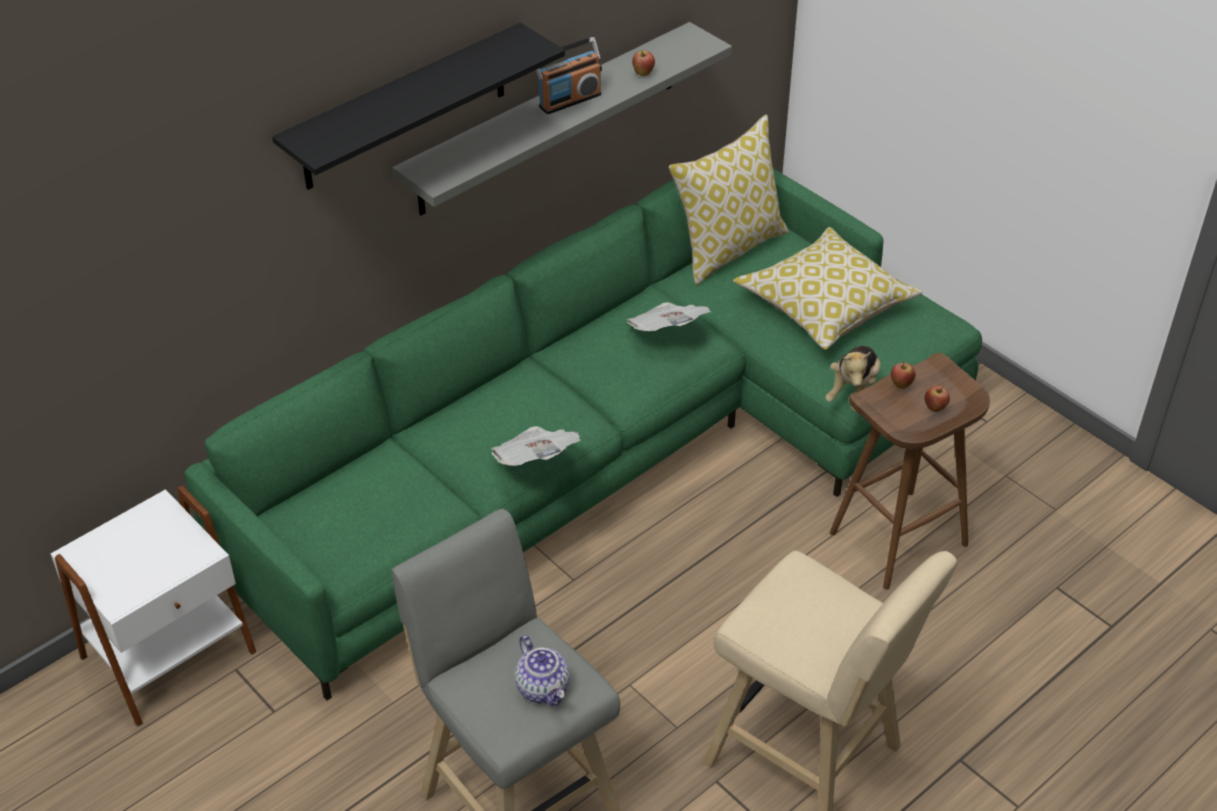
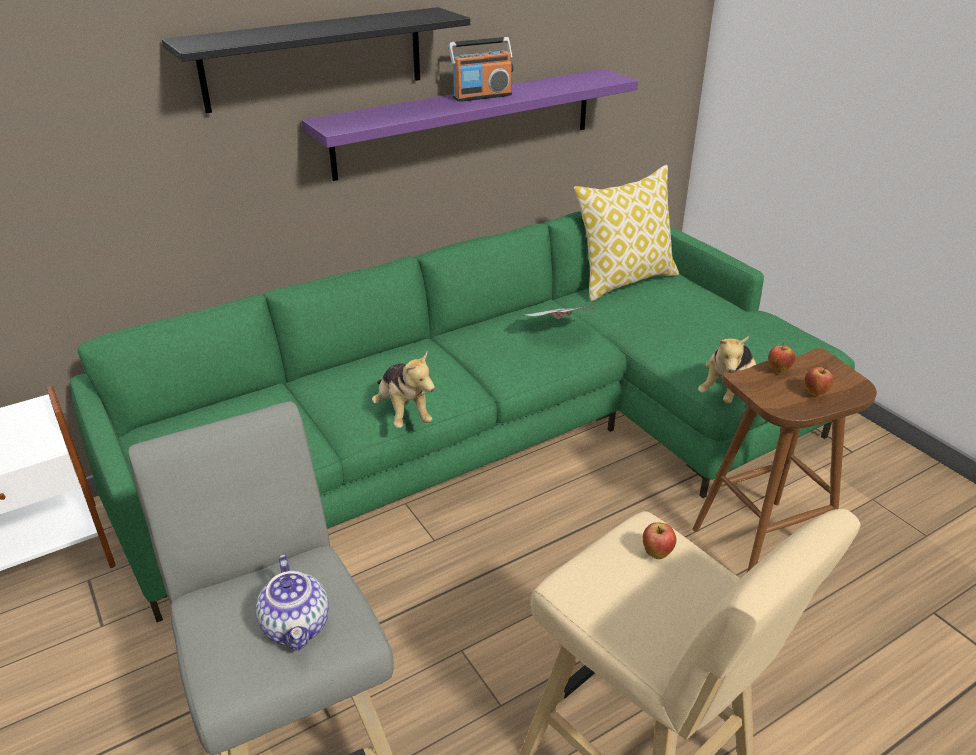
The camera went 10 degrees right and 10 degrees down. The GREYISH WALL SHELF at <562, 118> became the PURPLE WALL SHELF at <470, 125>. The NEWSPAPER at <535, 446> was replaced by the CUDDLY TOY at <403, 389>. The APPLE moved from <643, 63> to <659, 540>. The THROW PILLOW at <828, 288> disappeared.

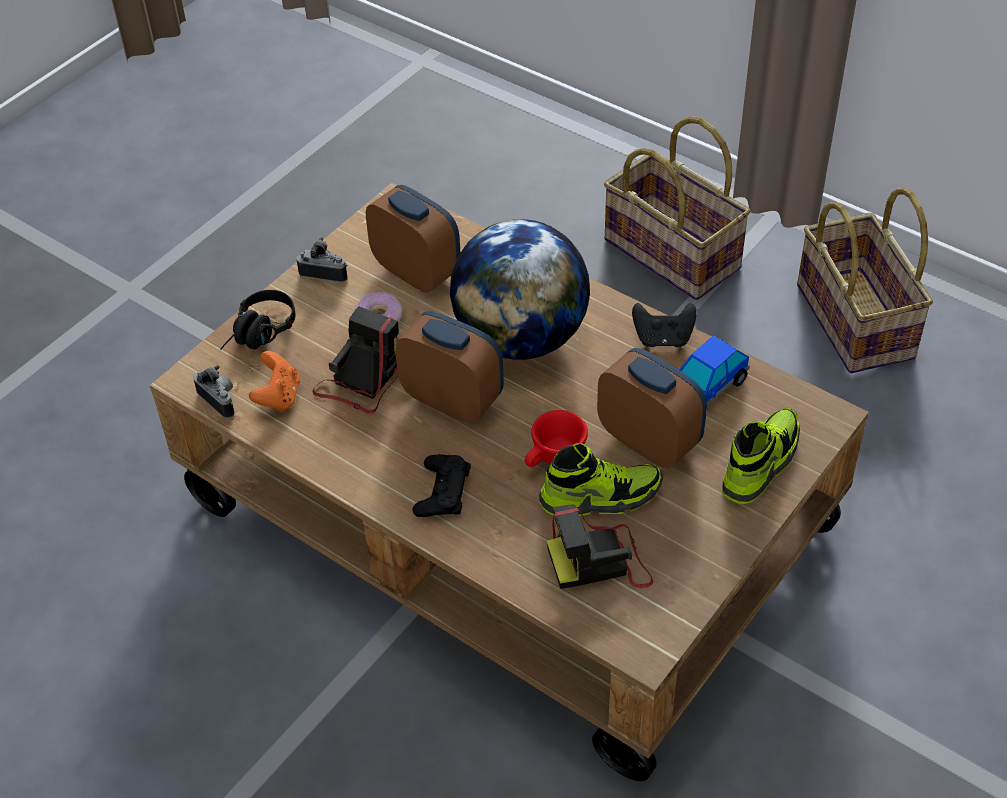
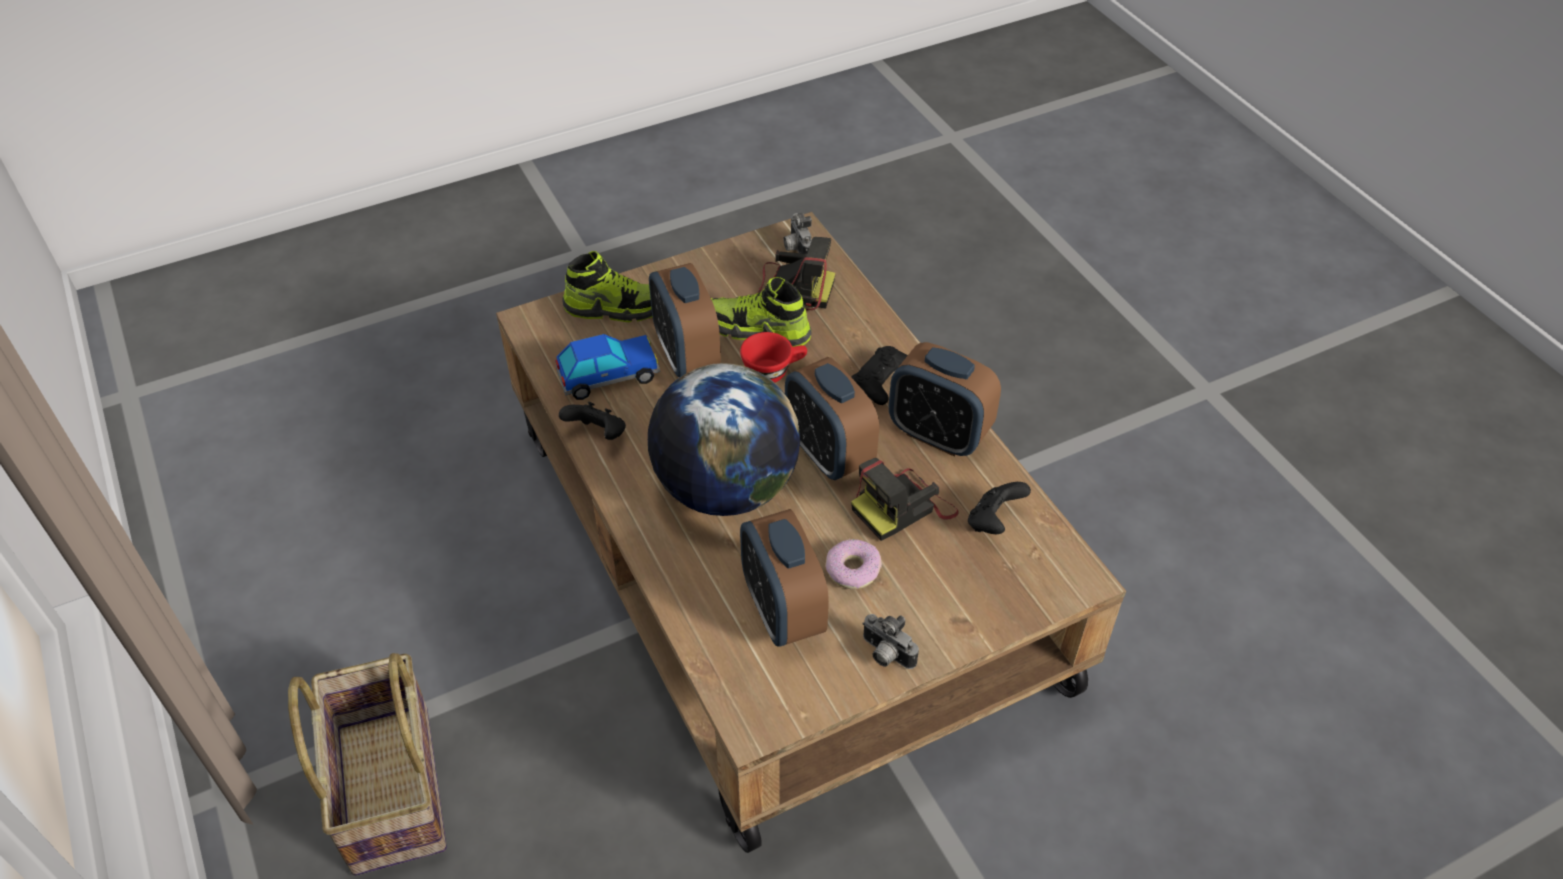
The camera went 155 degrees left and 0 degrees up. The LOW SHOE at <761, 455> turned 150 degrees counterclockwise. The STILL CAMERA moved from <214, 392> to <797, 233>. The ALARM CLOCK at <945, 399> appeared. The ORANGEY GAMEPAD at <274, 381> became the BLACK GAMEPAD at <999, 508>. The BLACK HEADSET at <258, 320> disappeared. The STORAGE BASKET at <865, 280> disappeared.

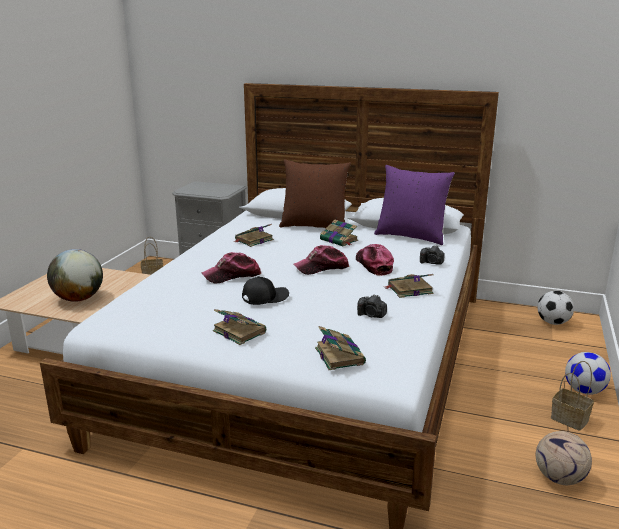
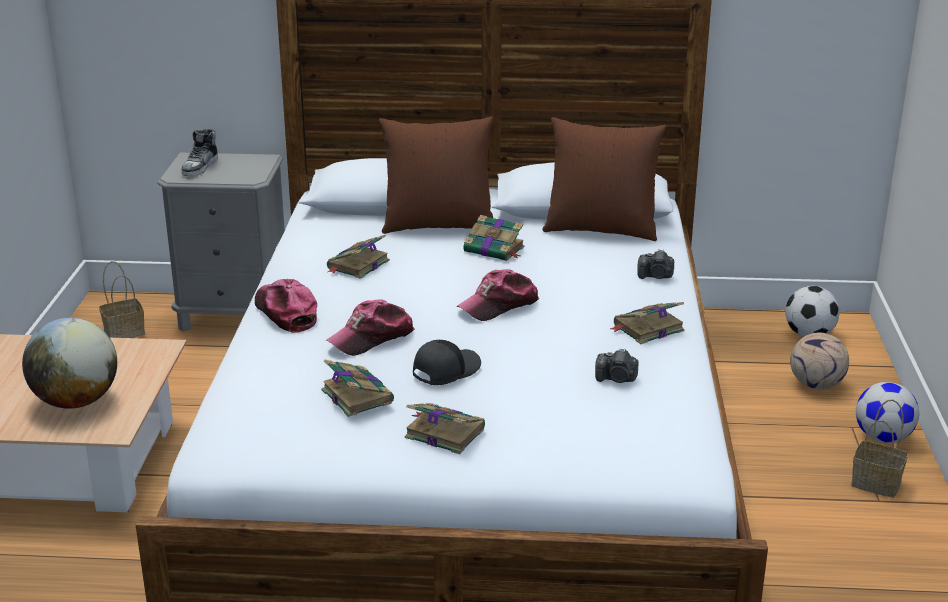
The camera went 15 degrees left and 5 degrees up. The LOW SHOE at <199, 152> appeared. The PEAKED CAP moved from <375, 260> to <286, 306>. The VOLUME moved from <340, 348> to <357, 388>. The PURPLE THROW PILLOW at <414, 205> became the BROWN-COLOURED THROW PILLOW at <604, 179>. The FOOTBALL moved from <564, 458> to <819, 360>.

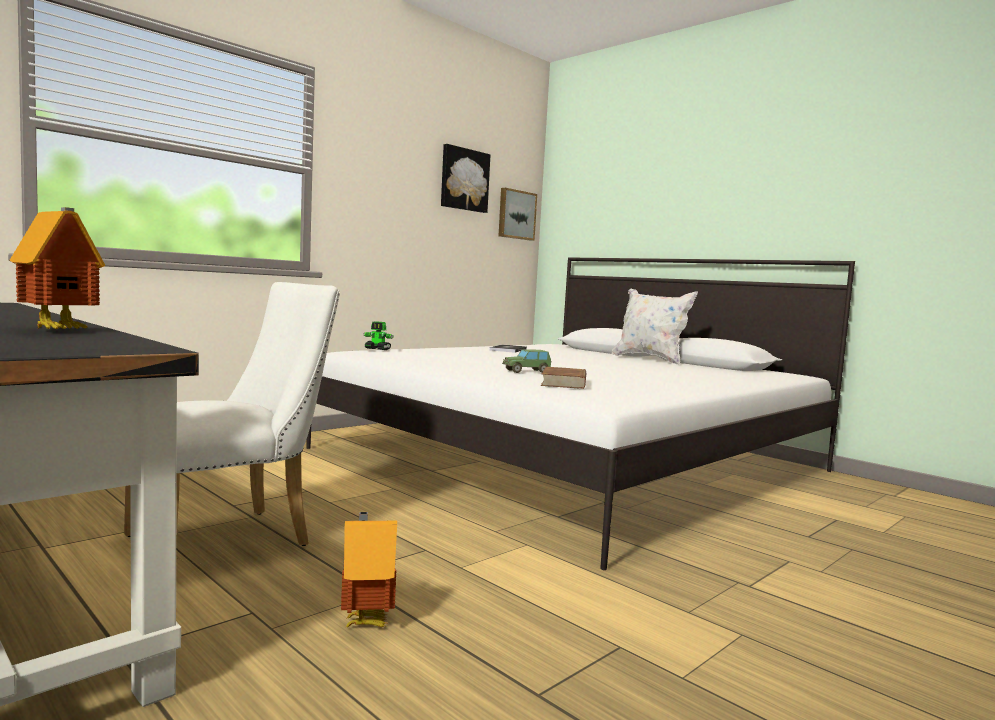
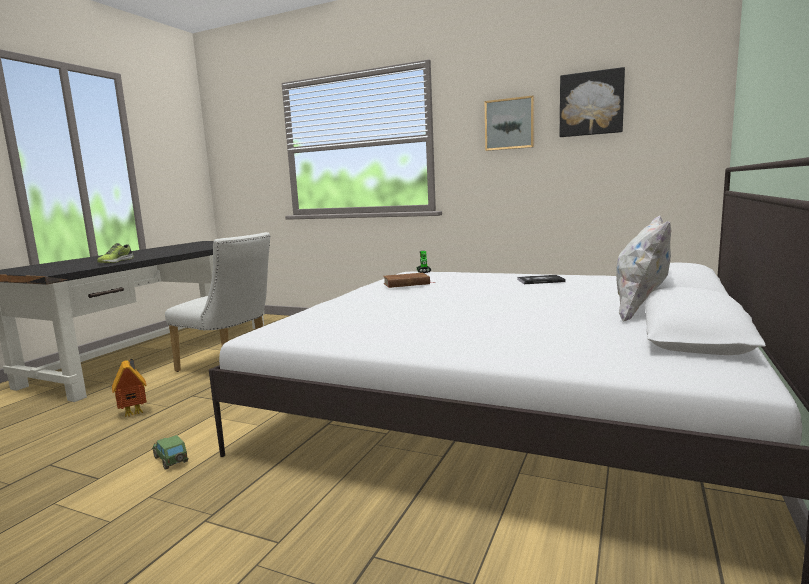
The camera went 70 degrees right and 5 degrees up. The MODEL HOUSE at <58, 268> was replaced by the LOW SHOE at <115, 253>. The MINIATURE CAR moved from <526, 361> to <170, 452>. The BROWN-COLOURED VOLUME moved from <563, 378> to <409, 280>. The WALL PICTURE moved from <517, 214> to <509, 123>.

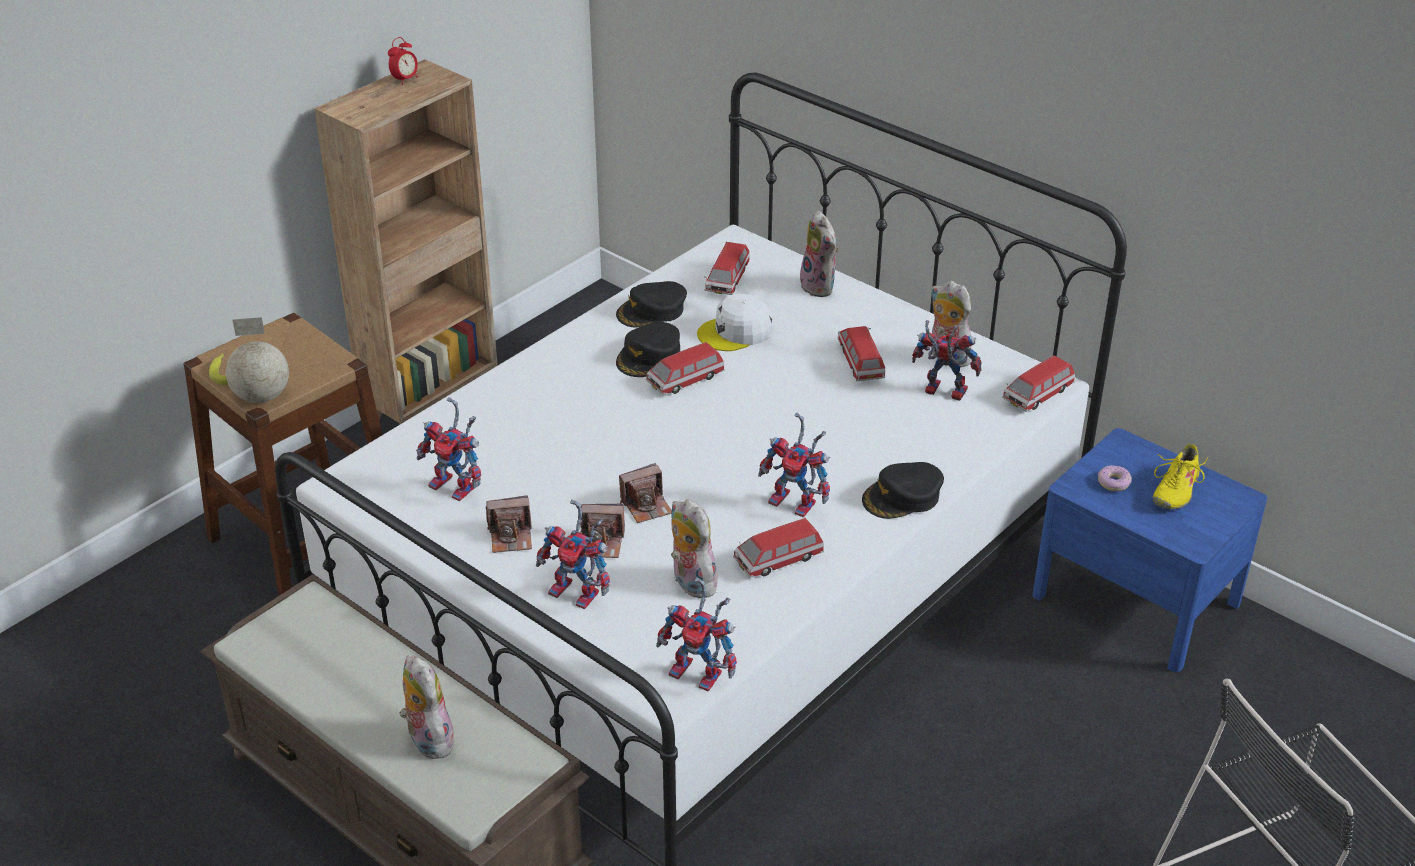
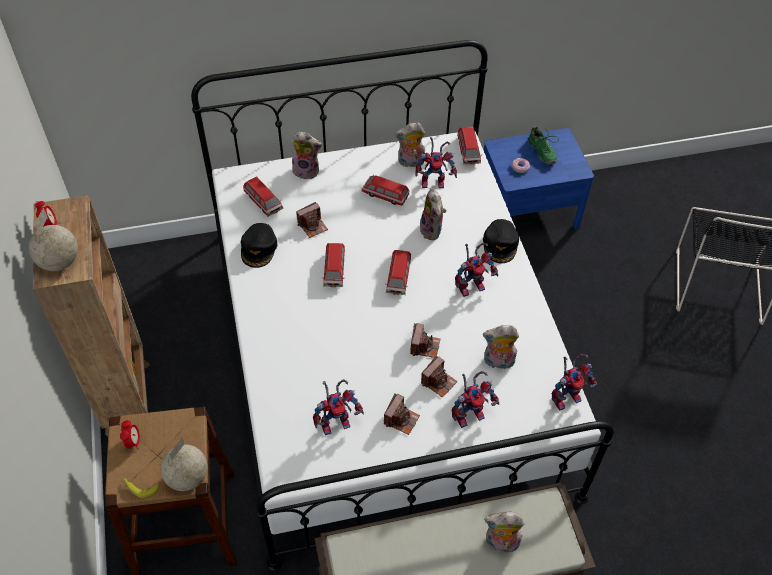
The camera went 55 degrees left and 15 degrees up. The DESK GLOBE at <53, 239> appeared. The ALARM CLOCK at <130, 434> appeared. The WHITE-COLOURED PEAKED CAP at <735, 322> was replaced by the STILL CAMERA at <312, 220>. The MINIATURE CAR moved from <778, 548> to <398, 272>. The TOY ROBOT at <947, 360> turned 150 degrees counterclockwise. The CUDDLY TOY at <433, 214> appeared. The YELLOW-COLOURED LOW SHOE at <1180, 476> became the GREEN-COLOURED LOW SHOE at <542, 145>. The BLACK PEAKED CAP at <648, 349> disappeared.

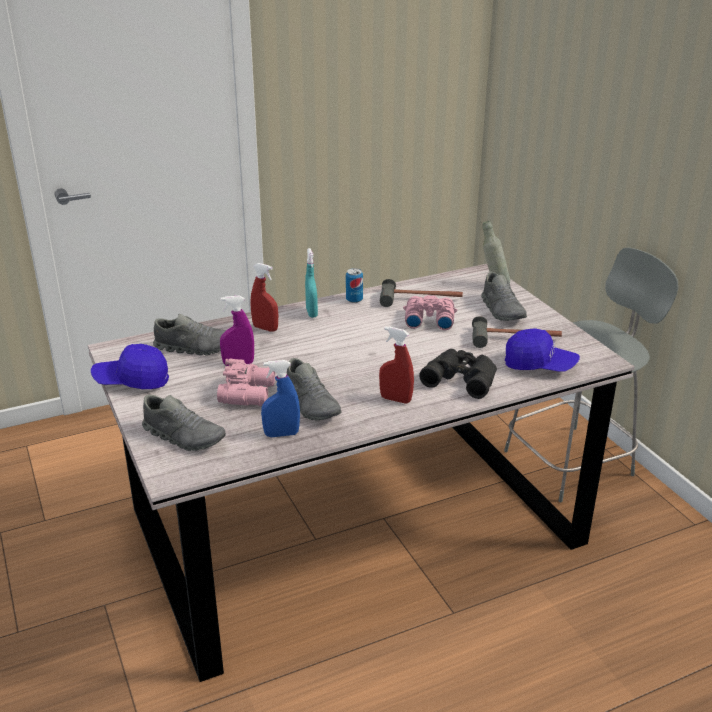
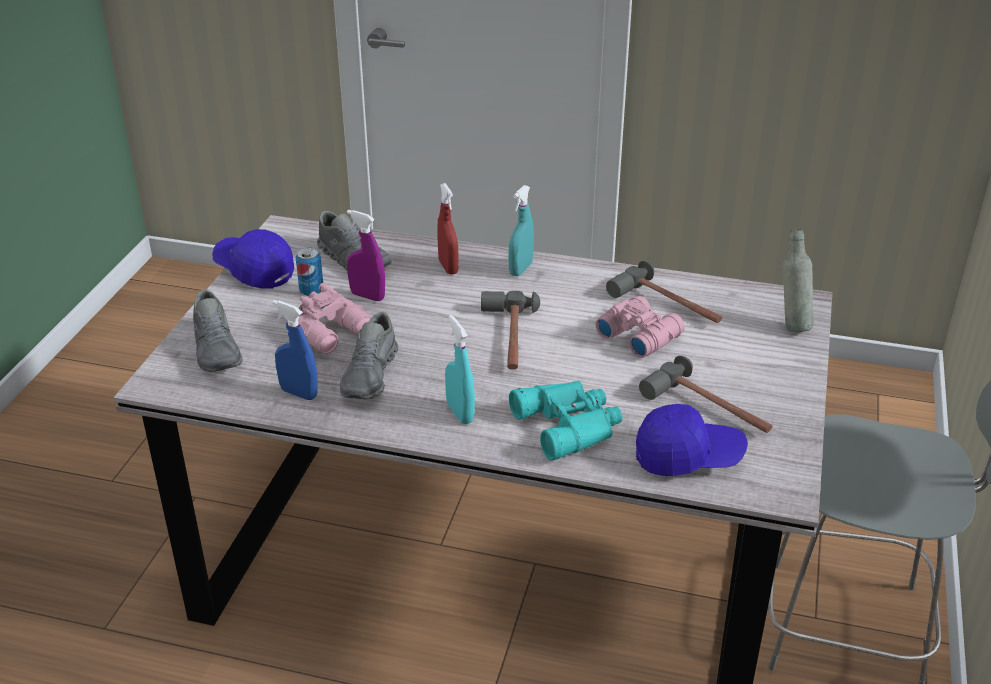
The camera went 40 degrees right and 5 degrees up. The CAN moved from <354, 285> to <309, 271>. The RED-COLOURED SPRAY BOTTLE at <396, 365> became the TURQUOISE SPRAY BOTTLE at <460, 369>. The HAND HAMMER at <510, 330> appeared. The BLACK FIELD GLASSES at <458, 374> became the TURQUOISE FIELD GLASSES at <565, 421>. The BLUE PEAKED CAP at <542, 350> turned 60 degrees counterclockwise. The GREYISH LOW SHOE at <504, 296> disappeared.

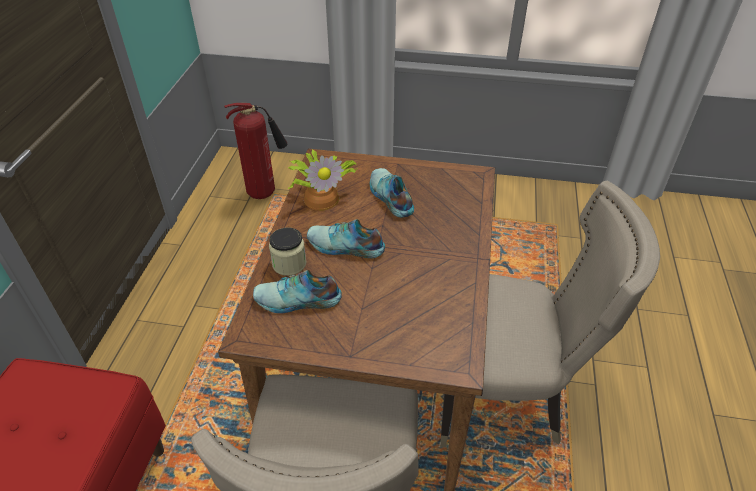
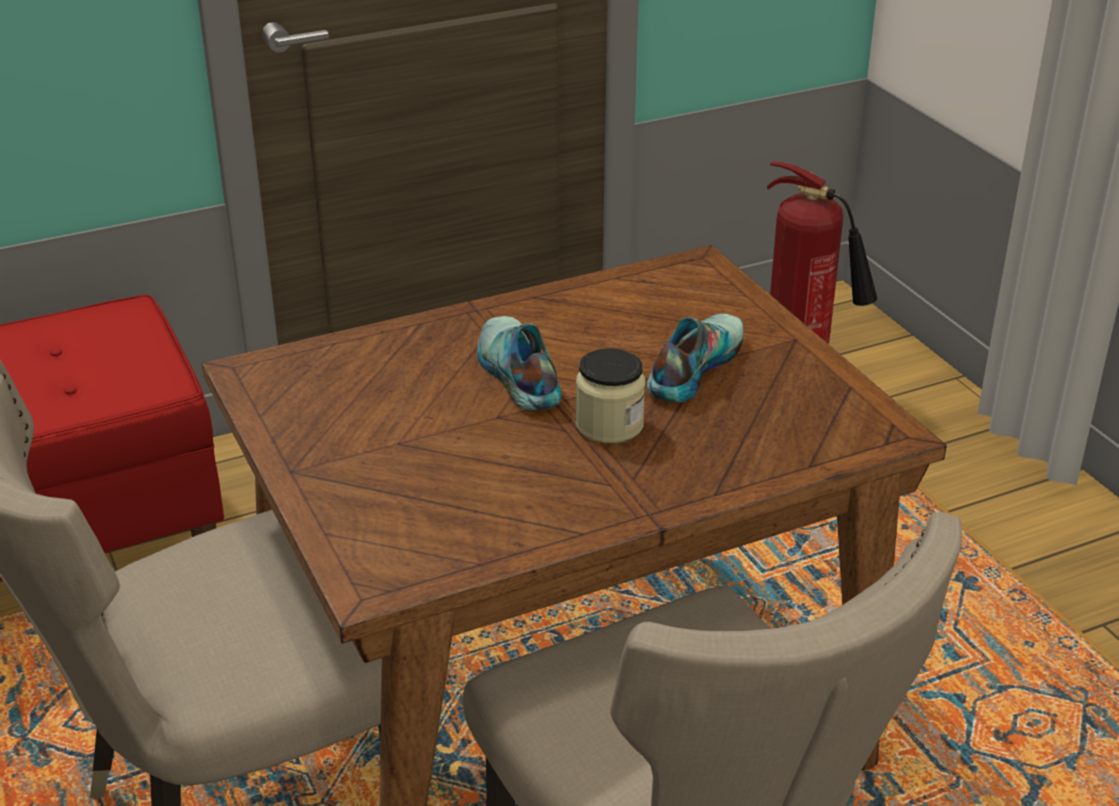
The camera went 55 degrees right and 10 degrees down. The JAR moved from <287, 252> to <610, 395>. The LOW SHOE at <297, 291> disappeared. The HOUSEPLANT at <322, 180> disappeared.

